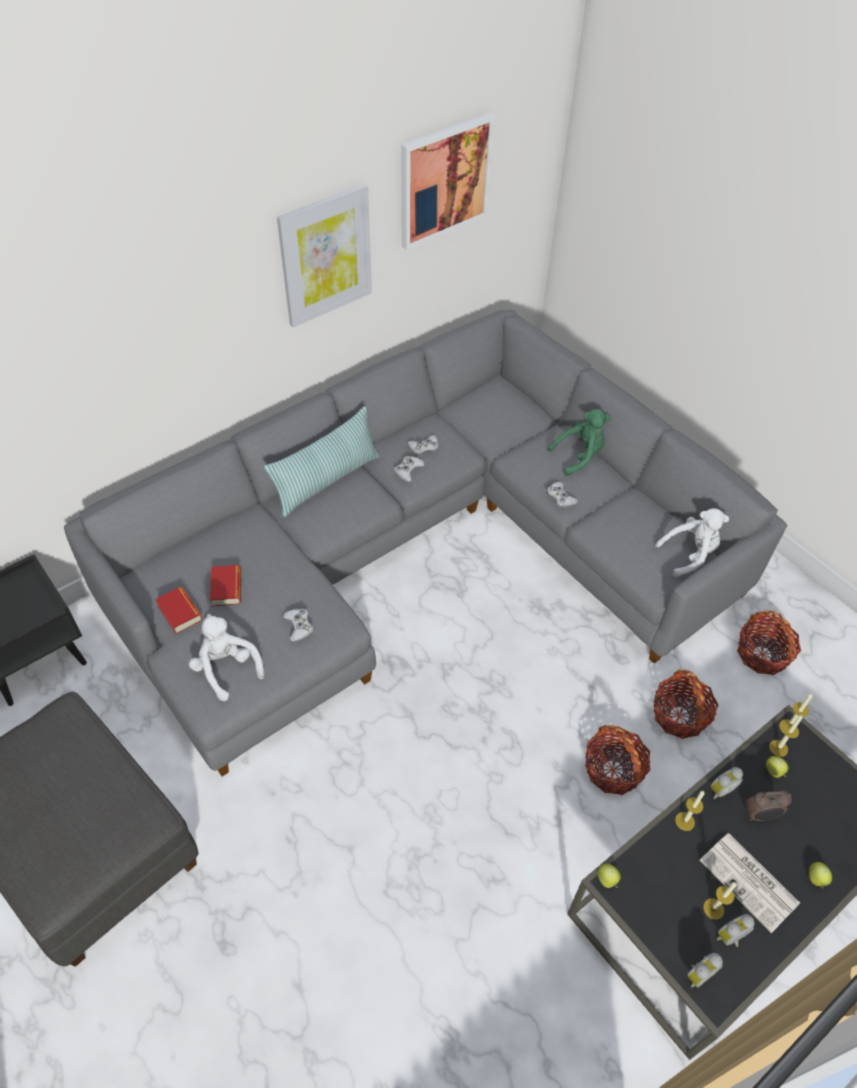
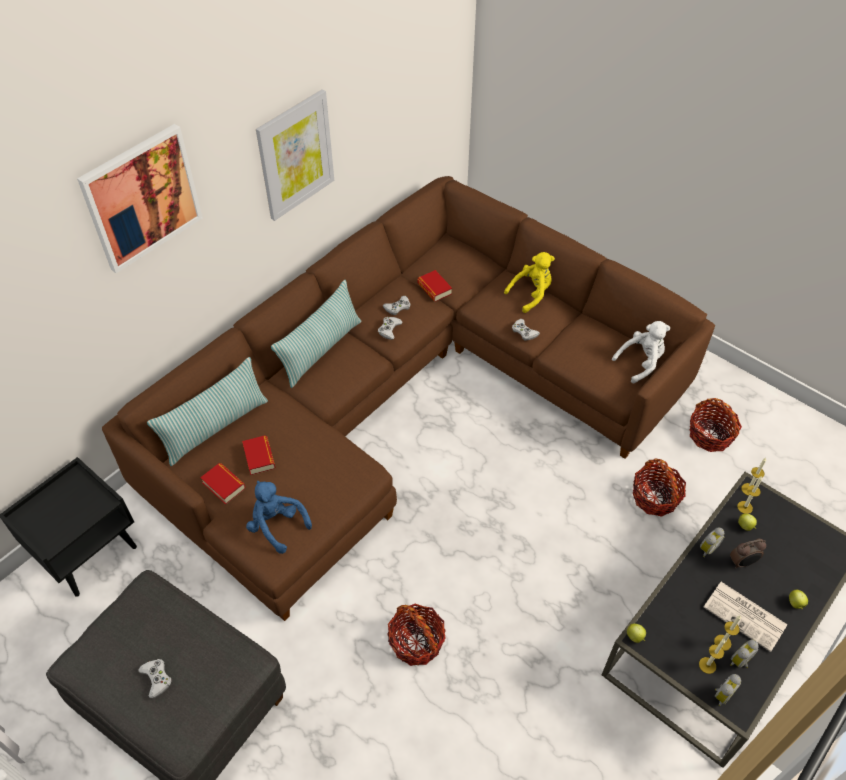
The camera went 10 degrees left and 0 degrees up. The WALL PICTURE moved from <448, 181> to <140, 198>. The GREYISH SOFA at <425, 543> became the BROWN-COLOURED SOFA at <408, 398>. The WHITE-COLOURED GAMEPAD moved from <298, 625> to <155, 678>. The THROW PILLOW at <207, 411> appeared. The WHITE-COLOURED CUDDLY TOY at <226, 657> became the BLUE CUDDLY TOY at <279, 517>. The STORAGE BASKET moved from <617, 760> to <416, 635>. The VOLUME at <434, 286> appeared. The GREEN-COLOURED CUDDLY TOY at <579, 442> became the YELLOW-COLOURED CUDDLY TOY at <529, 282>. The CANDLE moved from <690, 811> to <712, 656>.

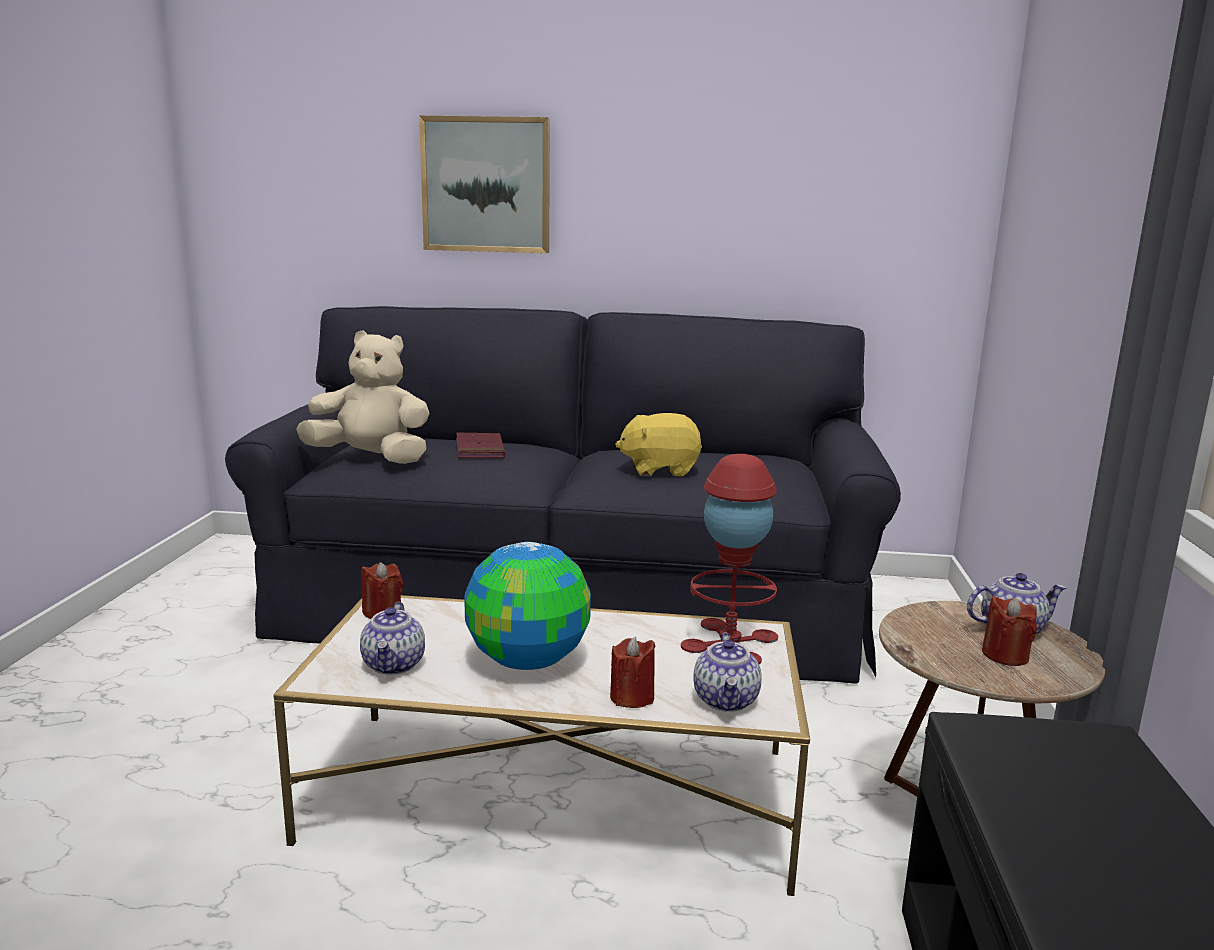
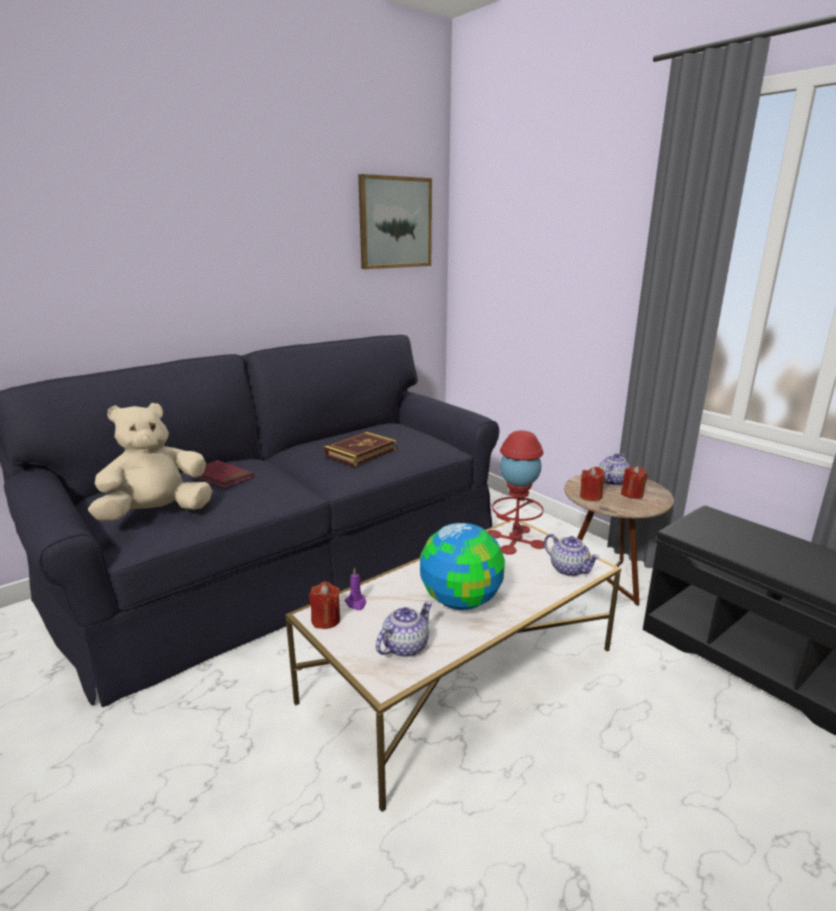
The camera went 45 degrees left and 5 degrees up. The YELLOW-COLOURED CUDDLY TOY at <658, 444> was replaced by the VOLUME at <360, 449>. The PURPLE CANDLE at <355, 589> appeared. The WALL PICTURE moved from <484, 184> to <395, 221>. The POT FOR TEA at <392, 638> turned 90 degrees counterclockwise. The RED-COLOURED CANDLE moved from <632, 672> to <592, 484>.

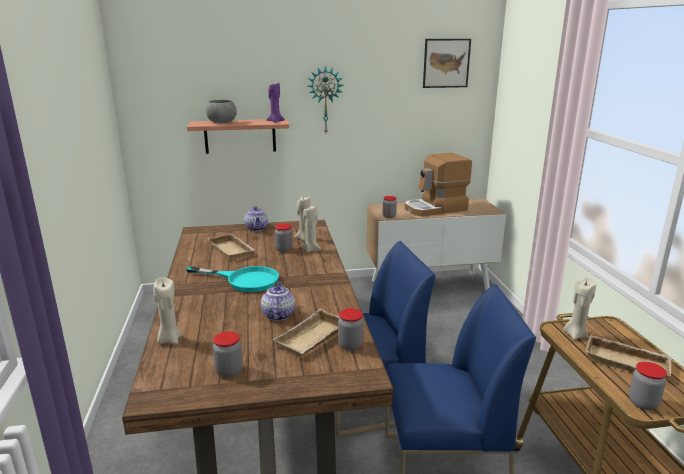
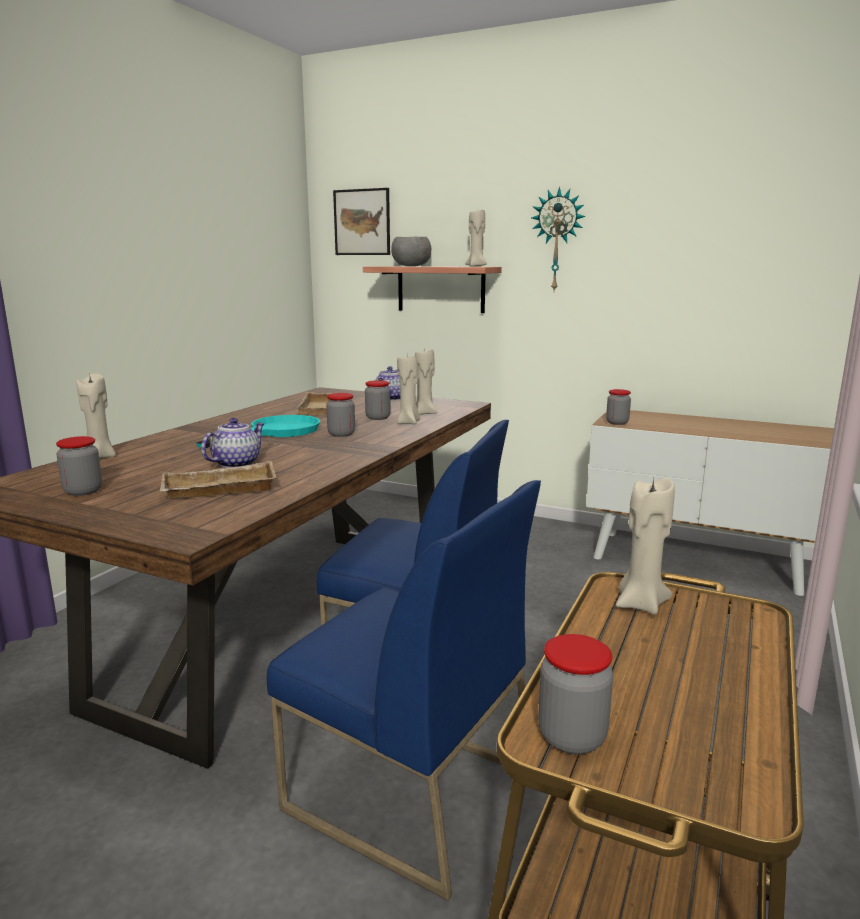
The camera went 35 degrees right and 5 degrees down. The TURQUOISE PAN at <232, 279> turned 105 degrees counterclockwise. The JAR moved from <351, 329> to <340, 415>. The WALL PICTURE moved from <447, 63> to <361, 221>. The PURPLE CANDLE at <275, 102> became the BEIGE CANDLE at <476, 238>. The COFFEE BREWER at <438, 184> disappeared. The BEIGE CARRYING TRAY at <628, 358> disappeared.

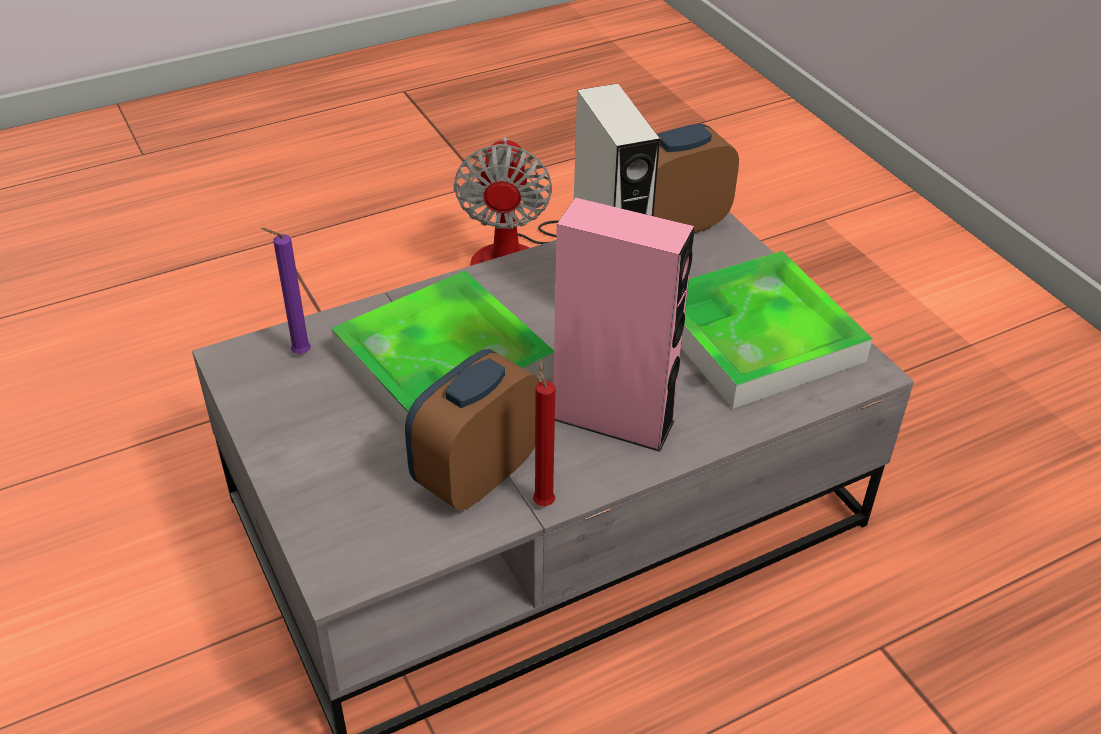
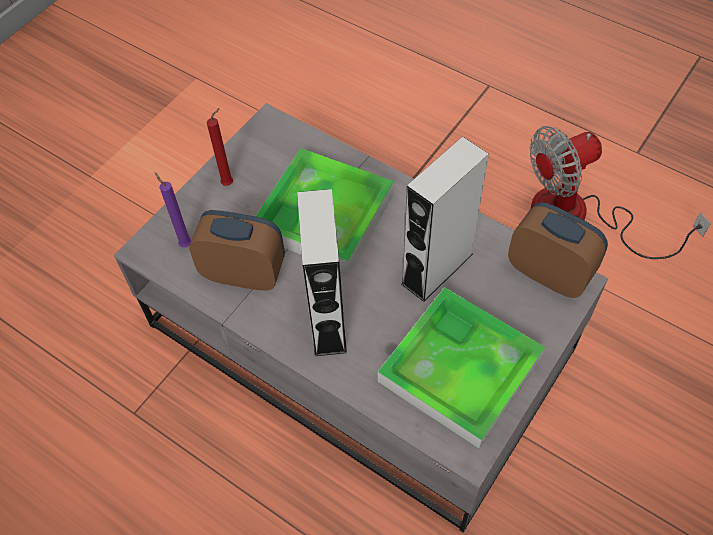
The camera went 65 degrees right and 15 degrees up. The PURPLE CANDLE moved from <286, 291> to <173, 210>. The RED-COLOURED CANDLE moved from <544, 432> to <220, 147>. The PINKISH SPEAKER at <624, 325> became the GREYISH SPEAKER at <322, 272>.

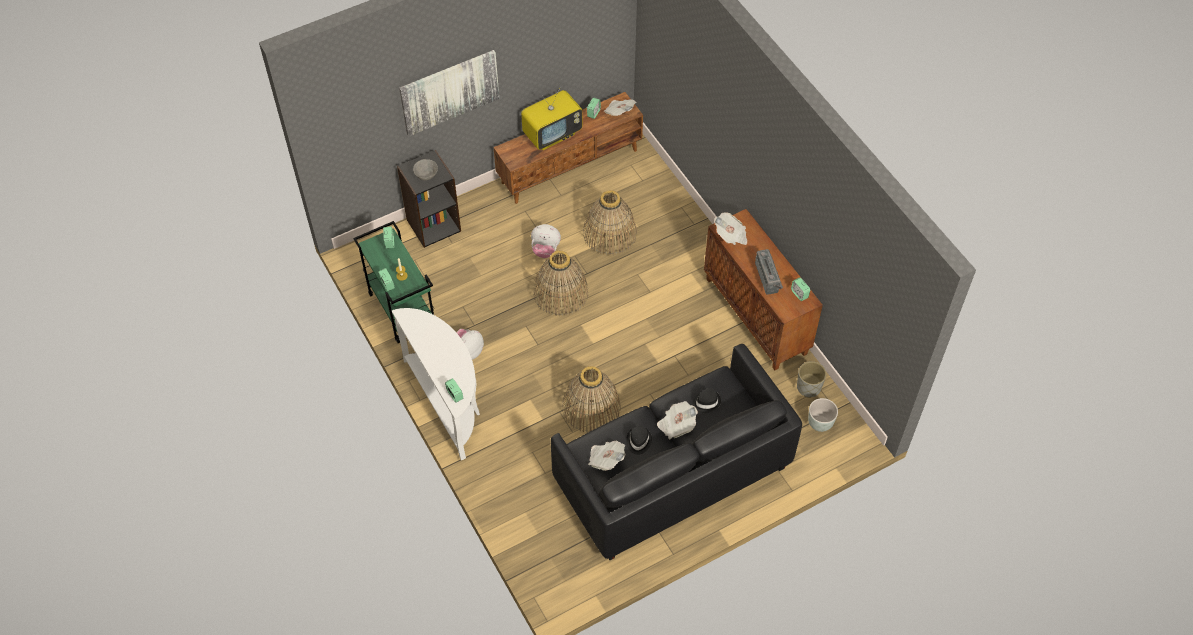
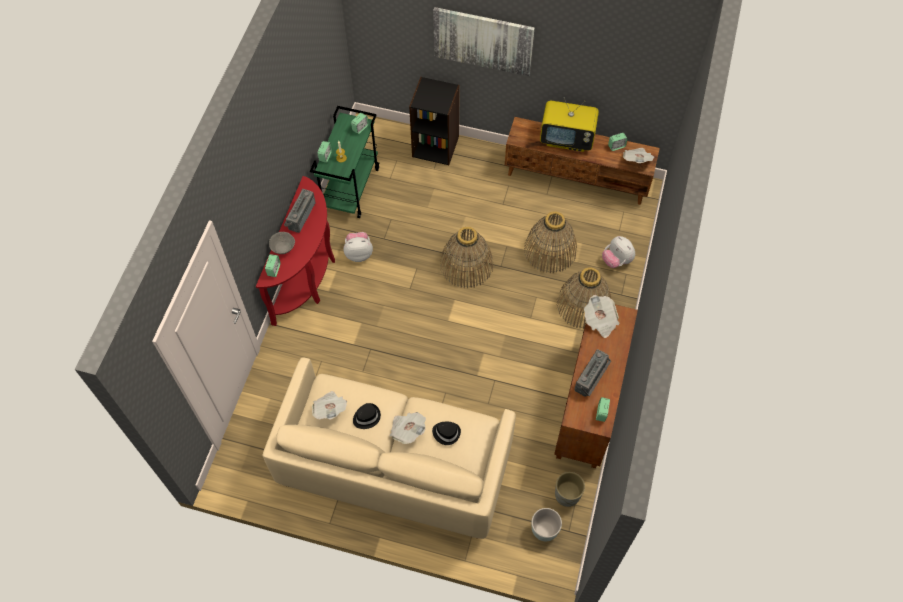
The camera went 45 degrees right and 5 degrees up. The WHITE-COLOURED NARROW TABLE at <436, 384> became the RED-COLOURED NARROW TABLE at <295, 251>. The BLACK SOFA at <676, 452> became the BEIGE SOFA at <389, 448>. The GREYISH SERVING BOWL moved from <425, 170> to <282, 243>. The RADIO SET at <299, 211> appeared. The STORAGE BASKET moved from <591, 399> to <583, 298>. The CUDDLY TOY moved from <546, 241> to <618, 252>.

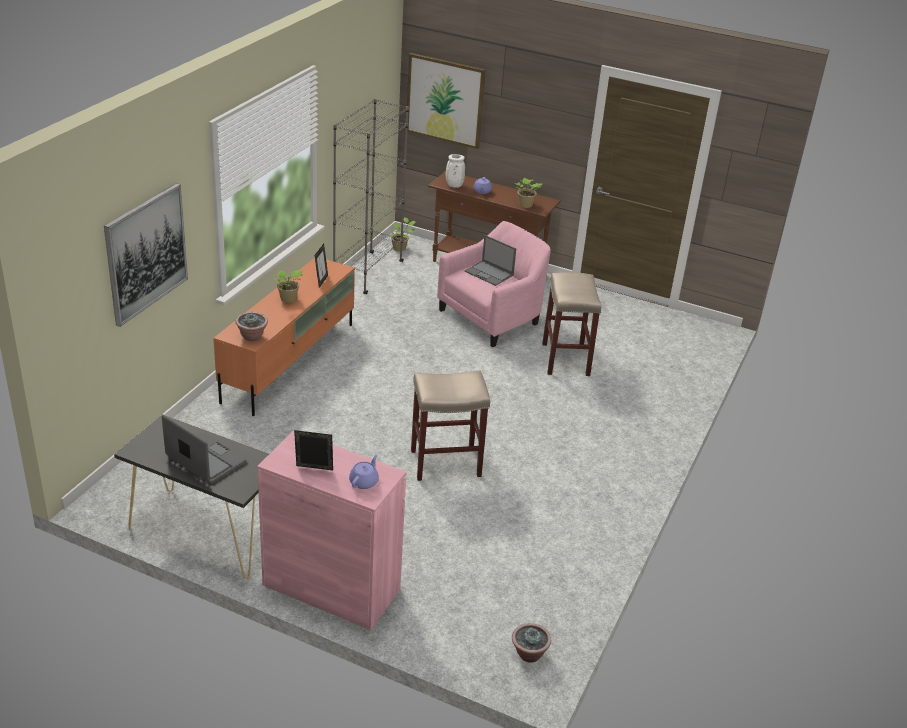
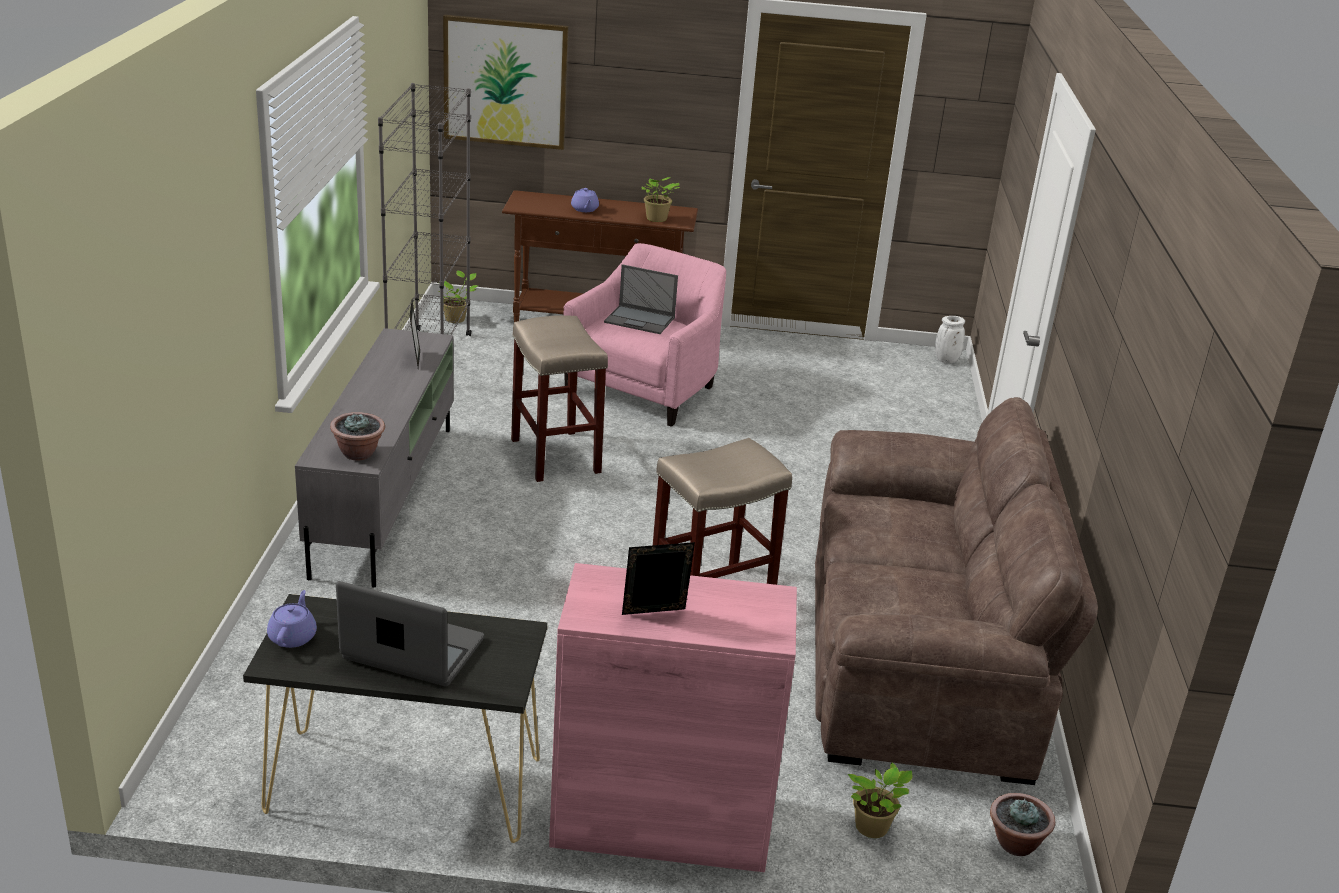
The camera went 20 degrees left and 5 degrees down. The PURPLE POT FOR TEA moved from <364, 472> to <292, 619>. The ORANGEY TV STAND at <284, 337> became the GREYISH TV STAND at <374, 457>. The BEIGE SITTING STOOL moved from <571, 324> to <559, 398>. The BROWN-COLOURED SOFA at <956, 591> appeared. The HOUSEPLANT moved from <289, 286> to <880, 800>. The WHITE-COLOURED DECORATIVE VASE moved from <455, 171> to <950, 339>. The WALL PICTURE at <146, 255> disappeared.

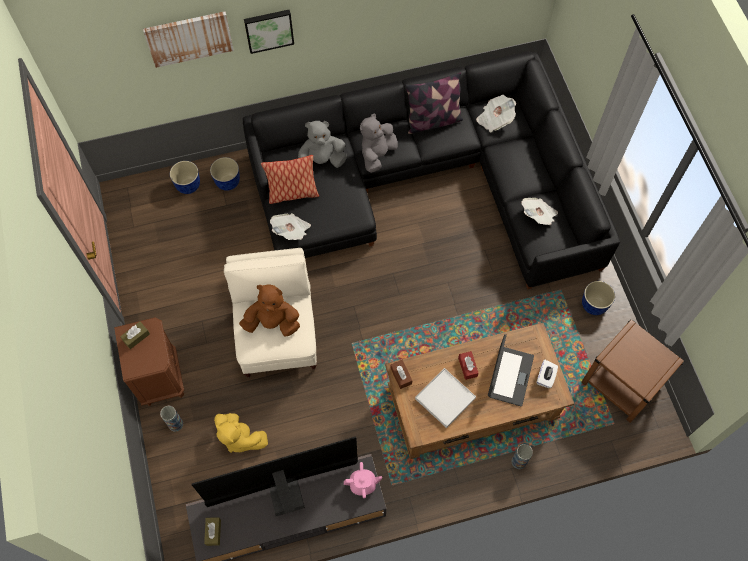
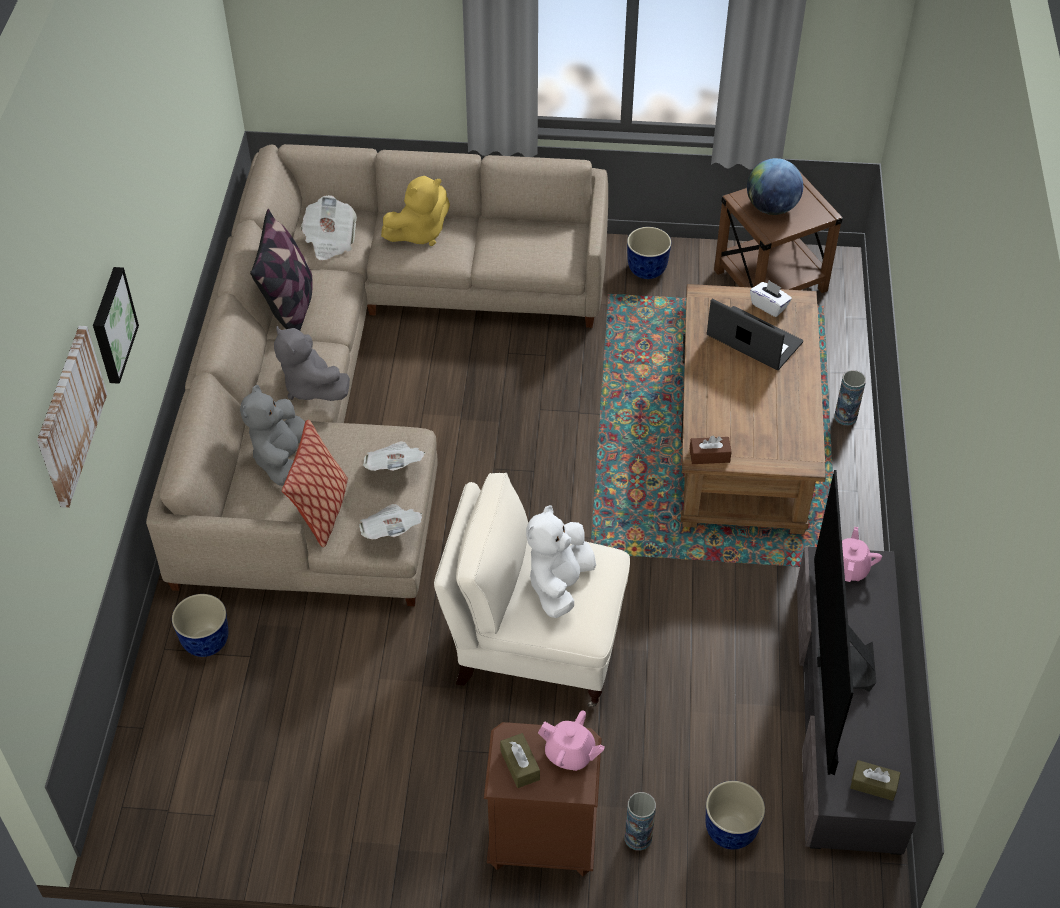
The camera went 70 degrees left and 15 degrees down. The BLACK SOFA at <431, 170> became the BEIGE SOFA at <377, 375>. The NEWSPAPER moved from <539, 211> to <394, 456>. The YELLOW-COLOURED CUDDLY TOY moved from <241, 433> to <415, 211>. The BROWN-COLOURED CUDDLY TOY at <269, 311> became the WHITE-COLOURED CUDDLY TOY at <561, 561>. The PINKISH POT FOR TEA at <571, 741> appeared. The PLANT POT moved from <185, 177> to <735, 815>. The DESK GLOBE at <775, 186> appeared. The WHITE-COLOURED CARRYING TRAY at <445, 398> disappeared. The RED-COLOURED BOX OF TISSUES at <468, 365> disappeared.

